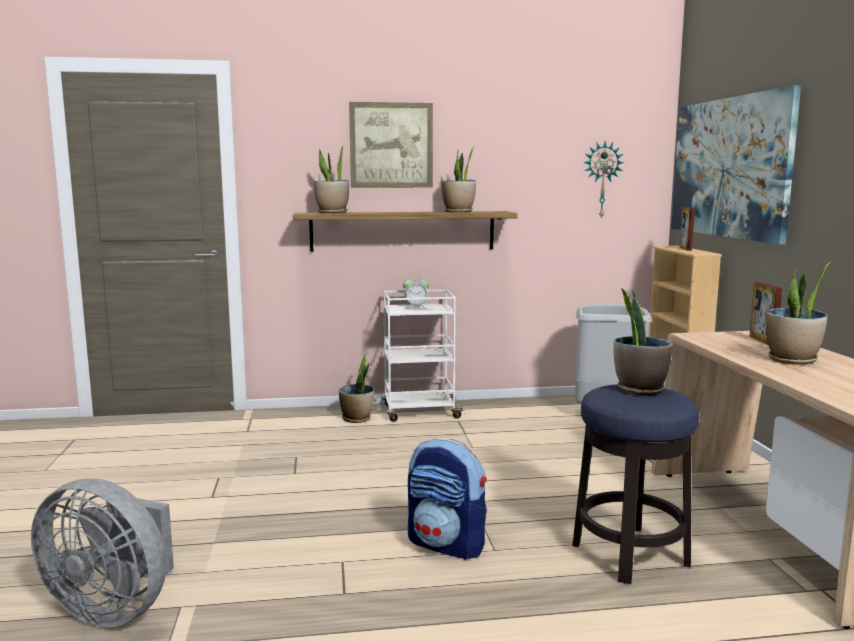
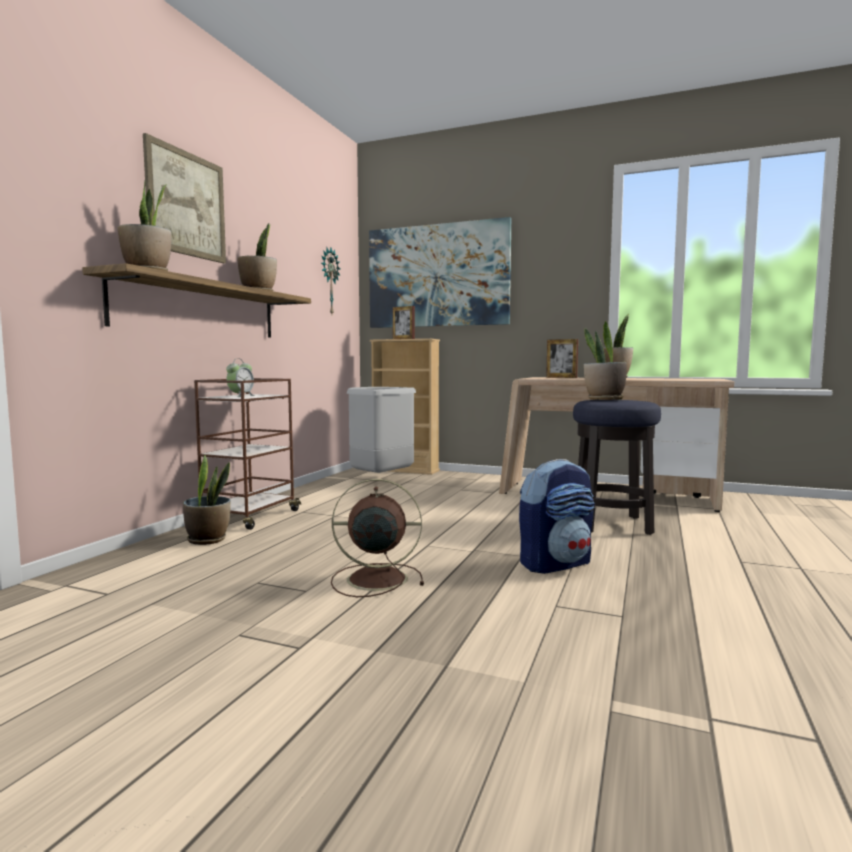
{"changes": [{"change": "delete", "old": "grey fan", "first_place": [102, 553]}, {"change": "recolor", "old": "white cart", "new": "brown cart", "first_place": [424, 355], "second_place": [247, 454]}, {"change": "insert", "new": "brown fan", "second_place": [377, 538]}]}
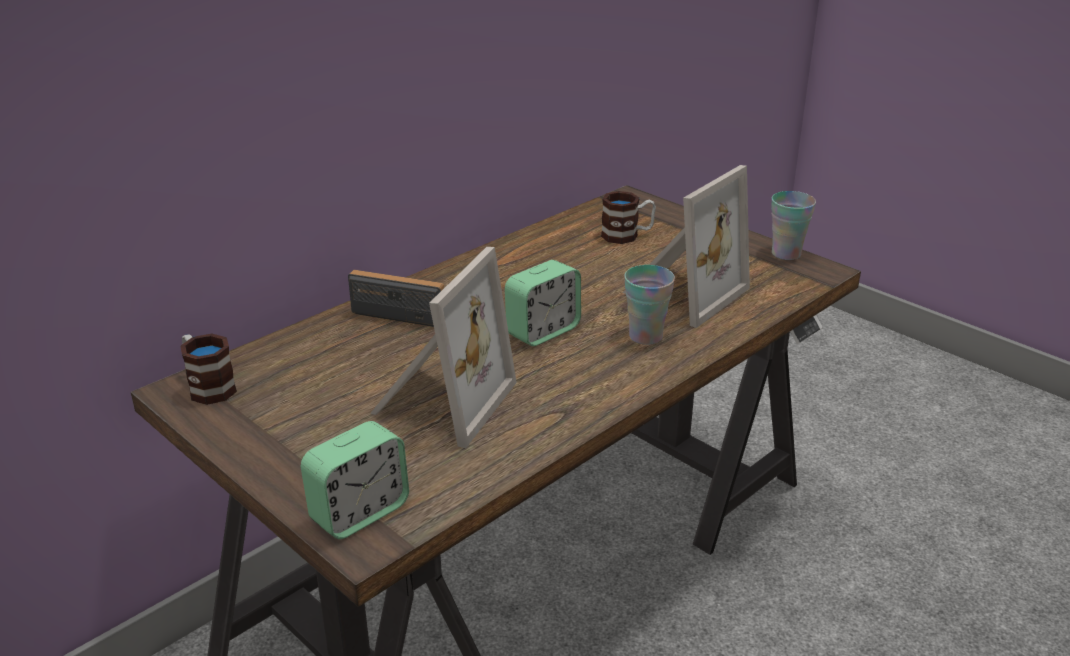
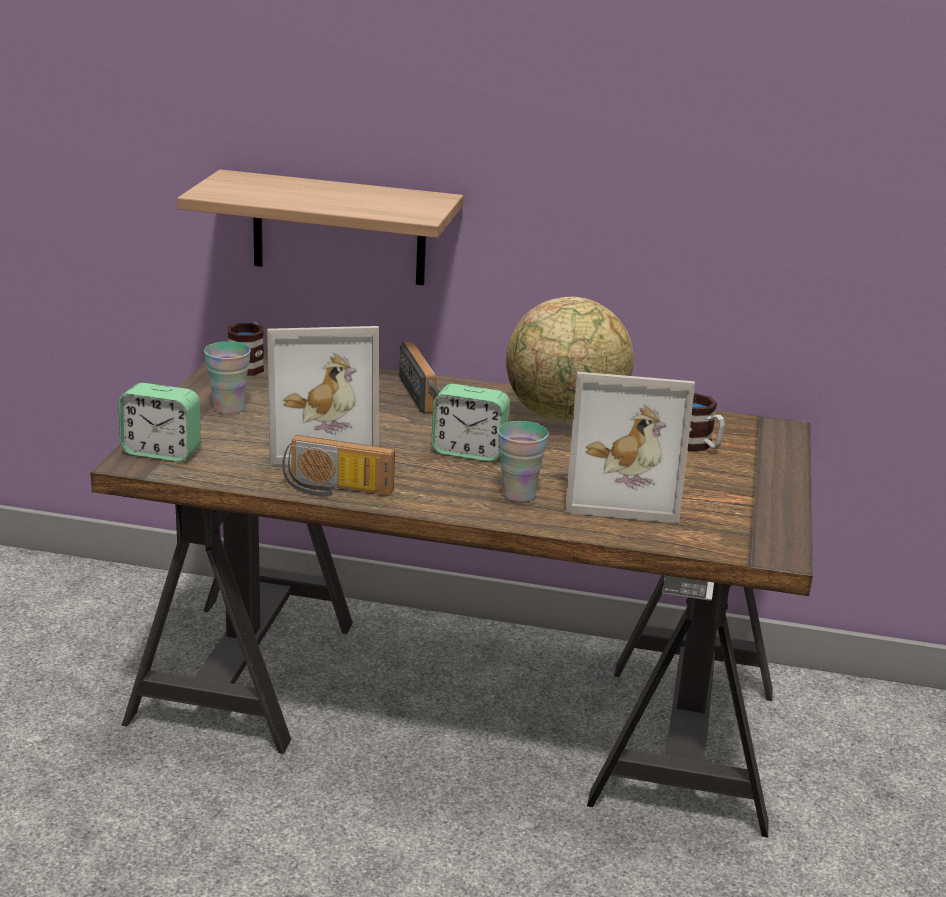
{"changes": [{"change": "move", "old": "cup", "first_place": [793, 225], "second_place": [227, 377]}, {"change": "insert", "new": "shelf", "second_place": [320, 227]}, {"change": "insert", "new": "radio", "second_place": [338, 465]}, {"change": "insert", "new": "globe", "second_place": [570, 360]}]}
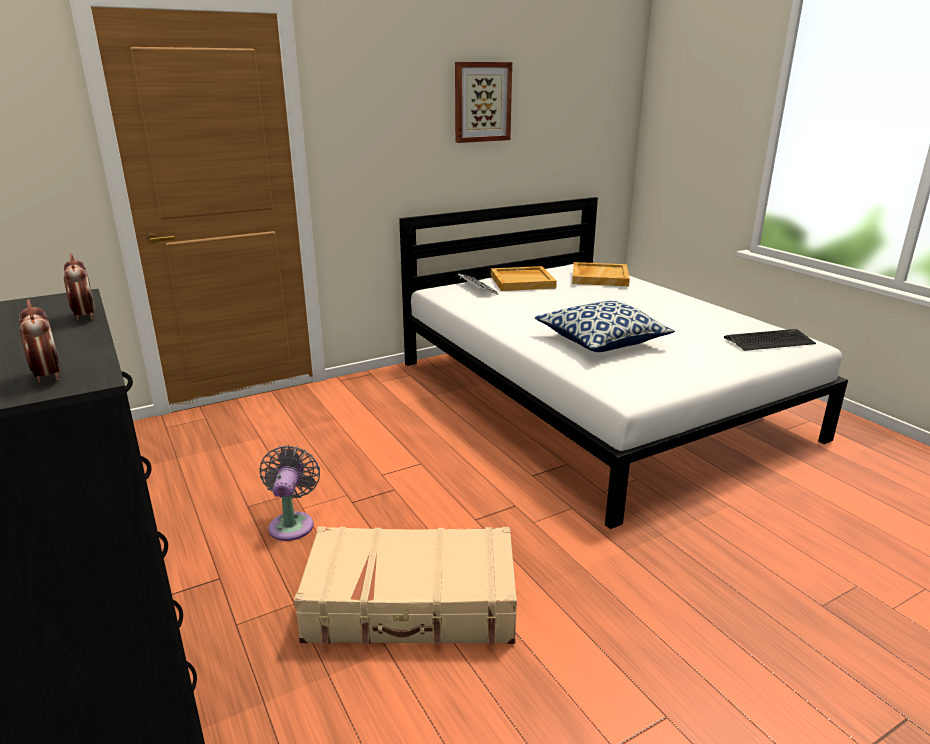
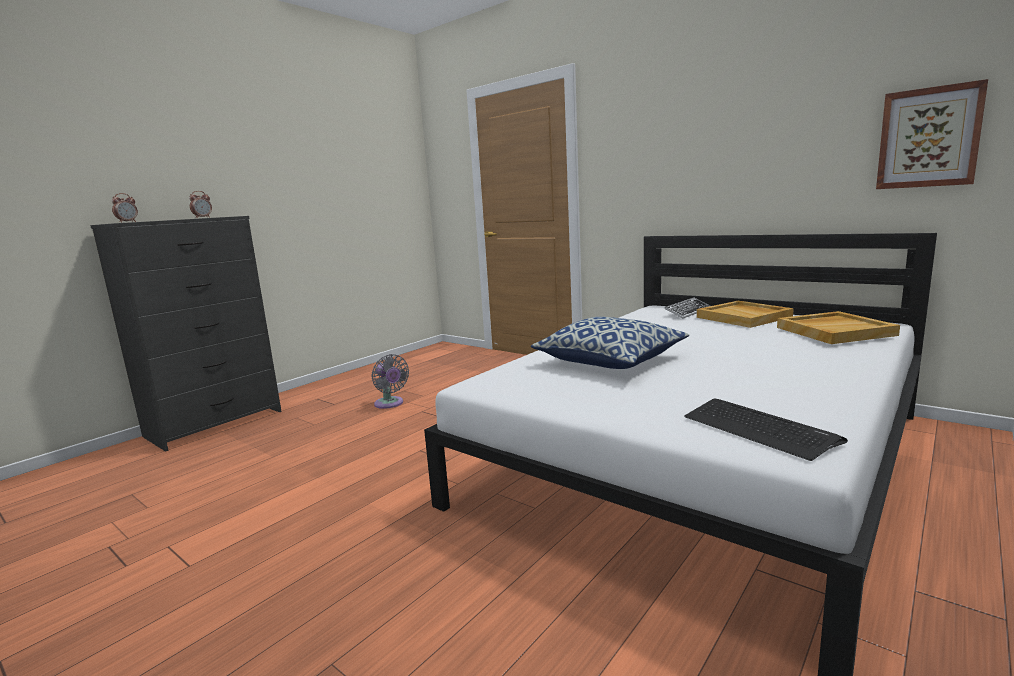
{"changes": [{"change": "rotate", "old": "grey fan", "first_place": [290, 493], "second_place": [390, 381], "degrees": 75}, {"change": "delete", "old": "beige suitcase", "first_place": [405, 585]}, {"change": "move", "old": "picture", "first_place": [483, 102], "second_place": [932, 134]}]}
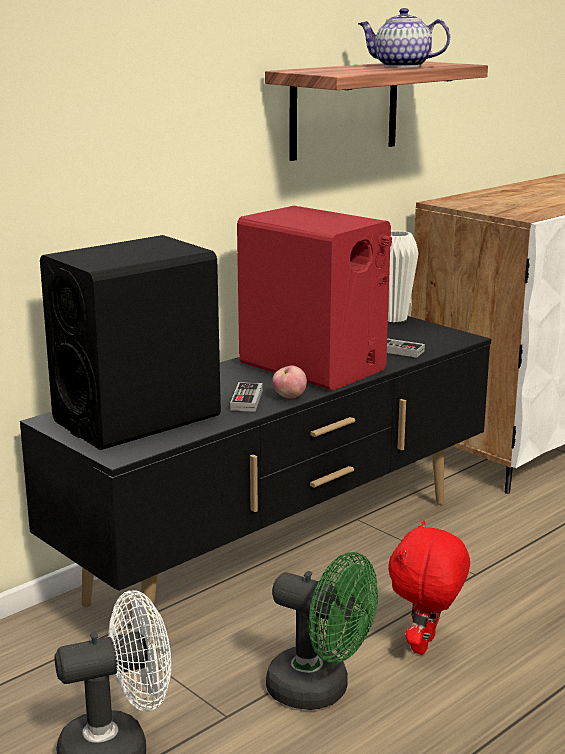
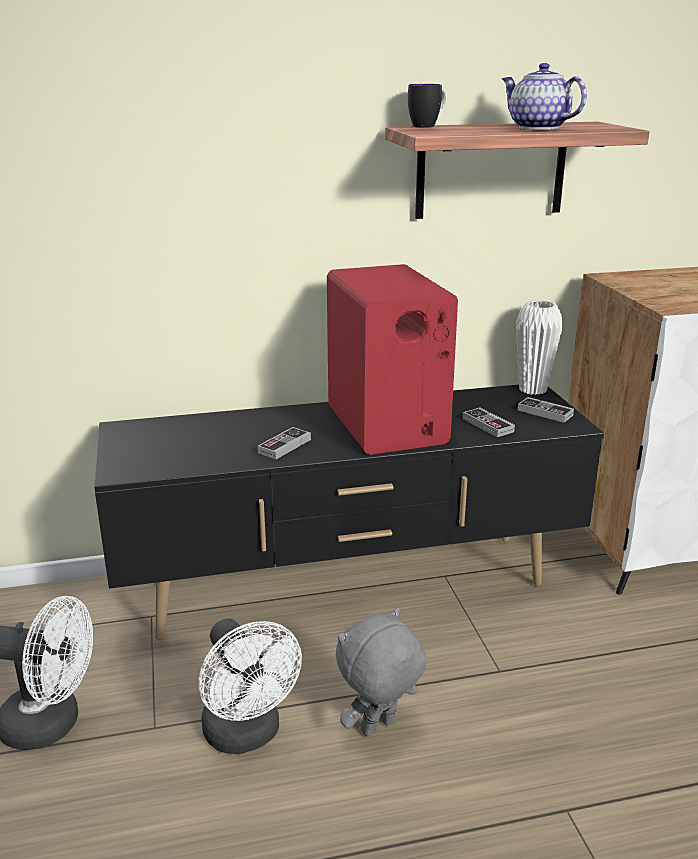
{"changes": [{"change": "delete", "old": "black speaker", "first_place": [130, 342]}, {"change": "recolor", "old": "green fan", "new": "white fan", "first_place": [322, 631], "second_place": [250, 686]}, {"change": "delete", "old": "apple", "first_place": [289, 382]}, {"change": "recolor", "old": "red plush toy", "new": "grey plush toy", "first_place": [429, 587], "second_place": [381, 672]}, {"change": "insert", "new": "mug", "second_place": [427, 106]}, {"change": "insert", "new": "game controller", "second_place": [546, 410]}]}
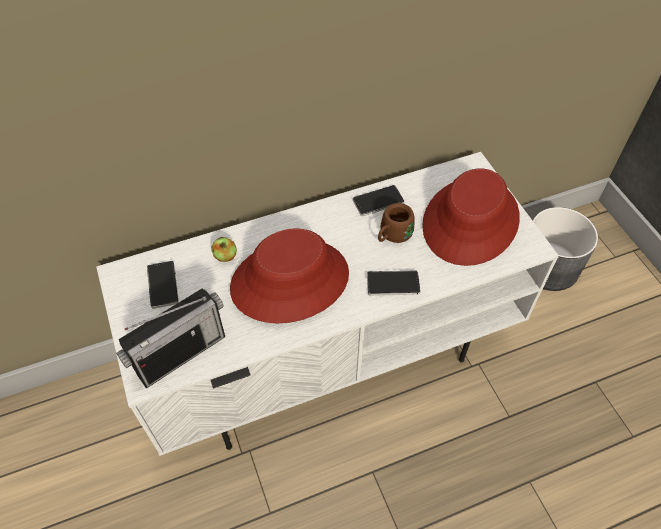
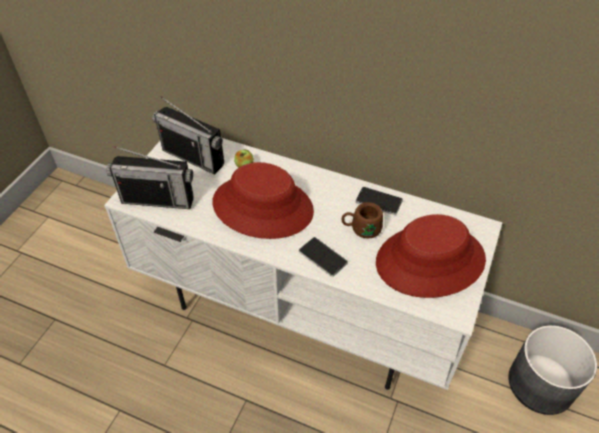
{"changes": [{"change": "replace", "old": "phone", "new": "radio", "first_place": [163, 285], "second_place": [188, 136]}]}
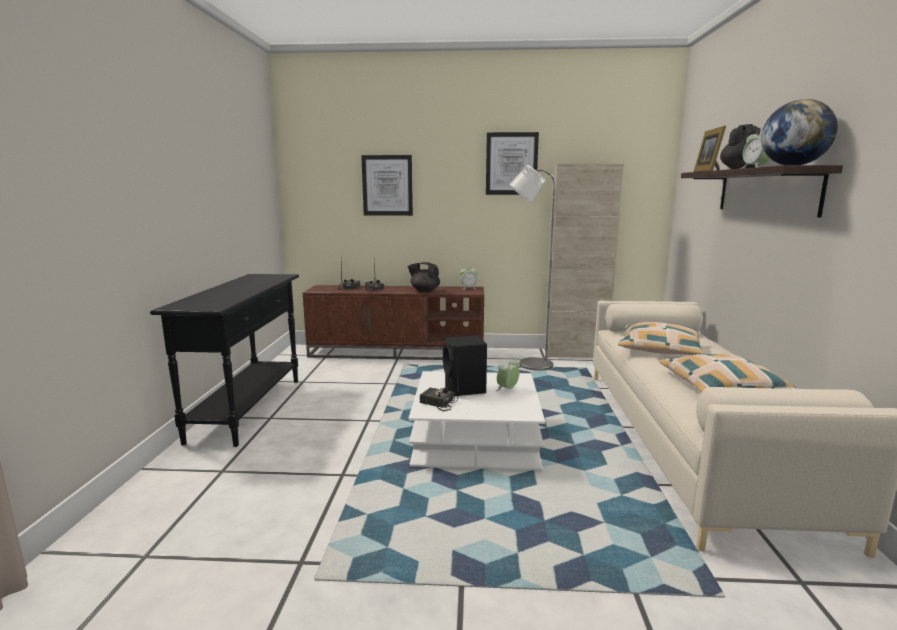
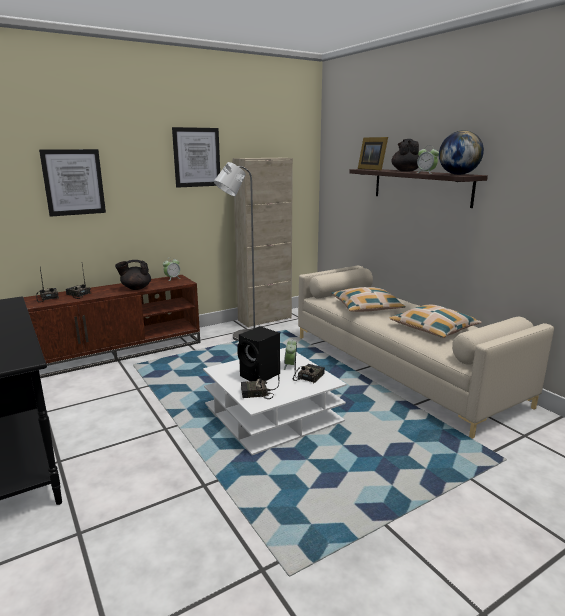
{"changes": [{"change": "insert", "new": "radio", "second_place": [308, 362]}]}
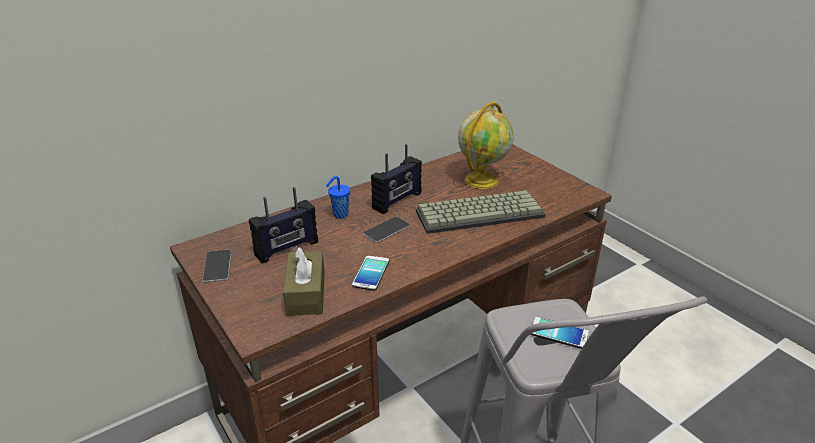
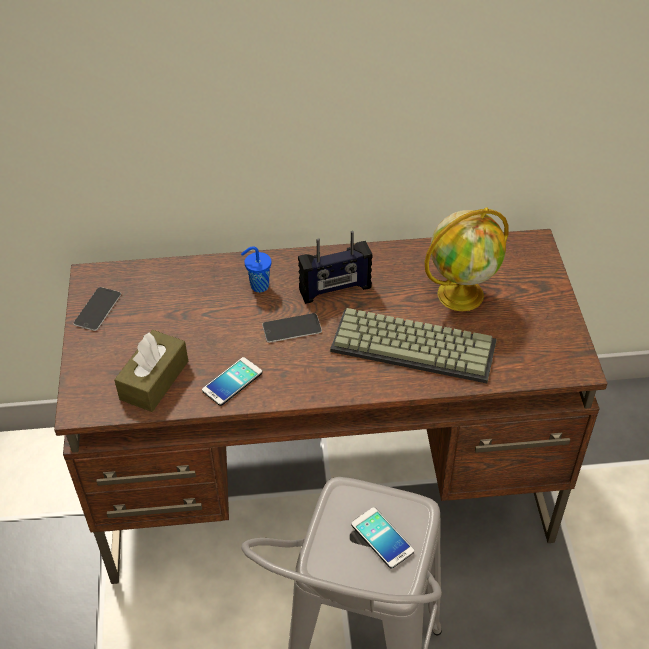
{"changes": [{"change": "delete", "old": "radio", "first_place": [283, 225]}]}
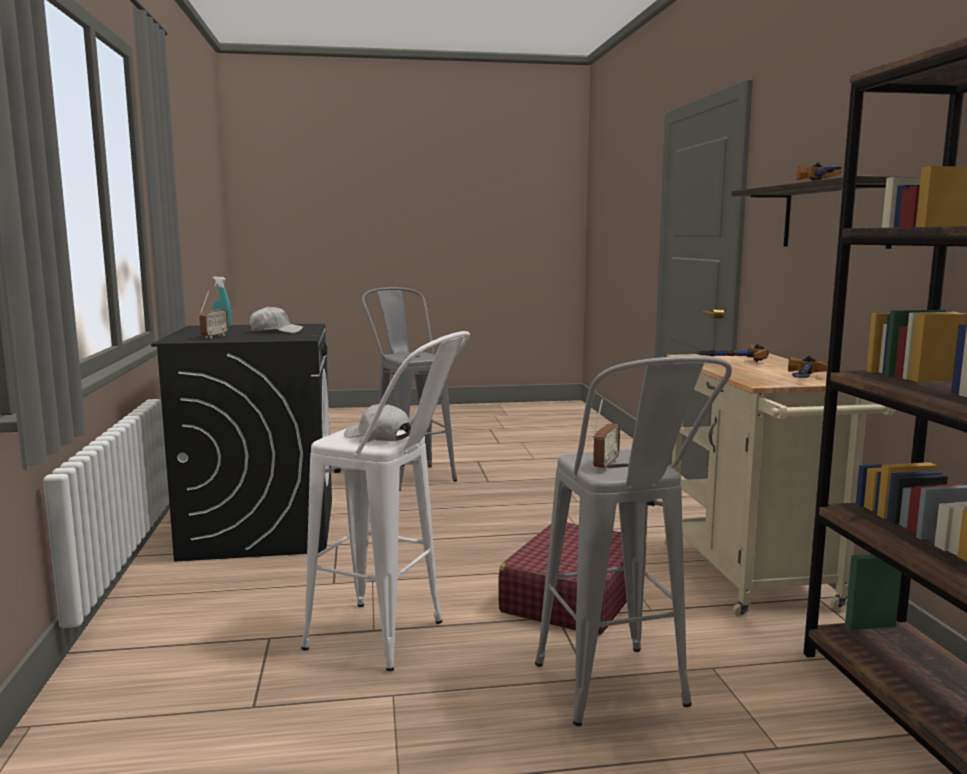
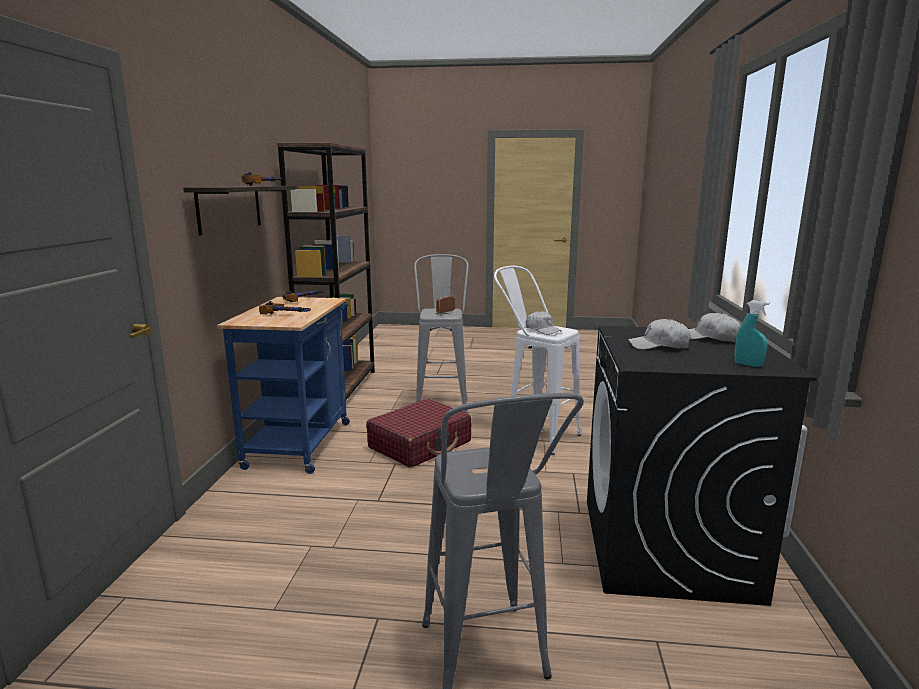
{"changes": [{"change": "replace", "old": "radio", "new": "white cap", "first_place": [213, 314], "second_place": [714, 327]}, {"change": "recolor", "old": "beige cart", "new": "blue cart", "first_place": [780, 486], "second_place": [283, 385]}]}
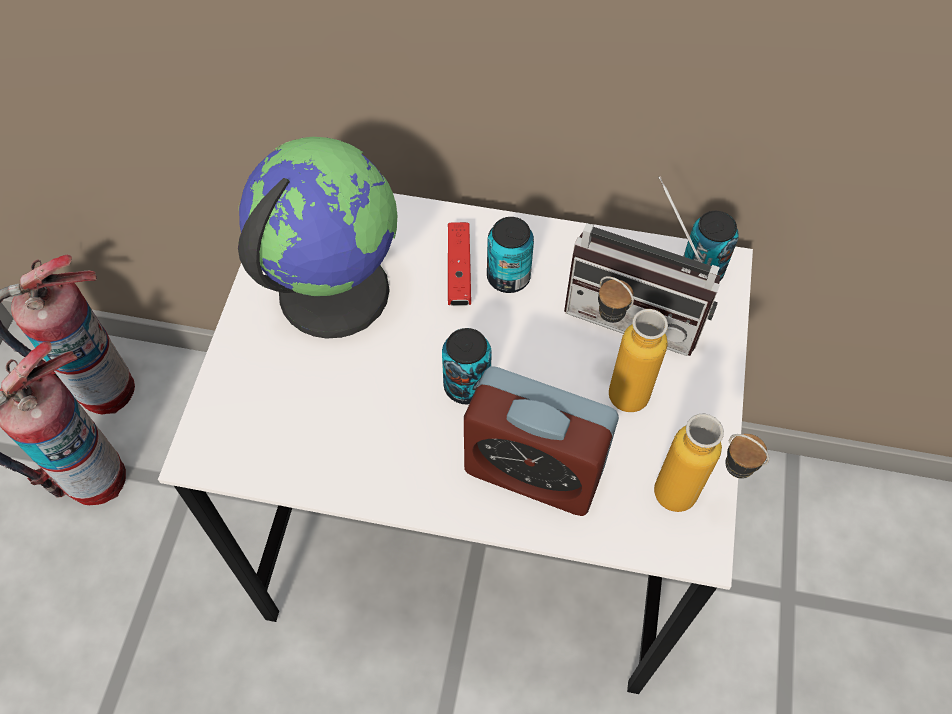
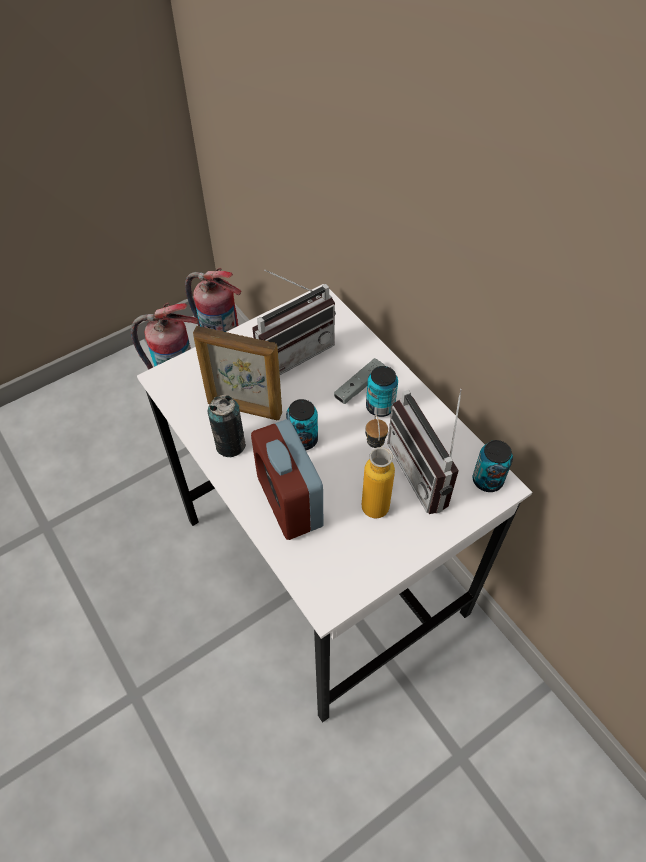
{"changes": [{"change": "replace", "old": "globe", "new": "radio", "first_place": [317, 238], "second_place": [294, 322]}, {"change": "recolor", "old": "red game controller", "new": "grey game controller", "first_place": [459, 264], "second_place": [359, 381]}, {"change": "delete", "old": "bottle", "first_place": [712, 463]}, {"change": "insert", "new": "picture frame", "second_place": [237, 373]}, {"change": "insert", "new": "can", "second_place": [227, 426]}]}
